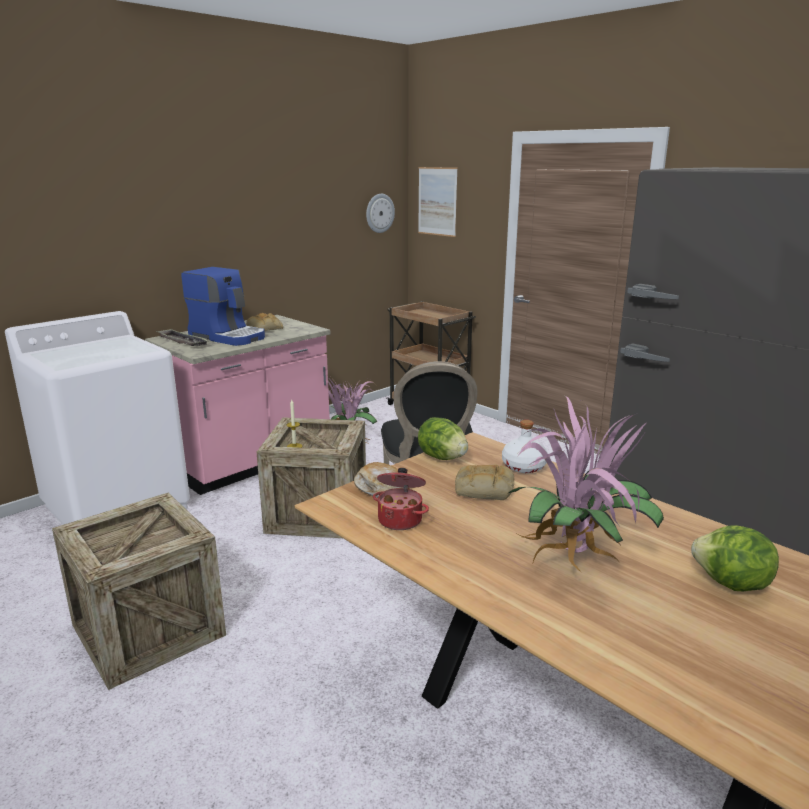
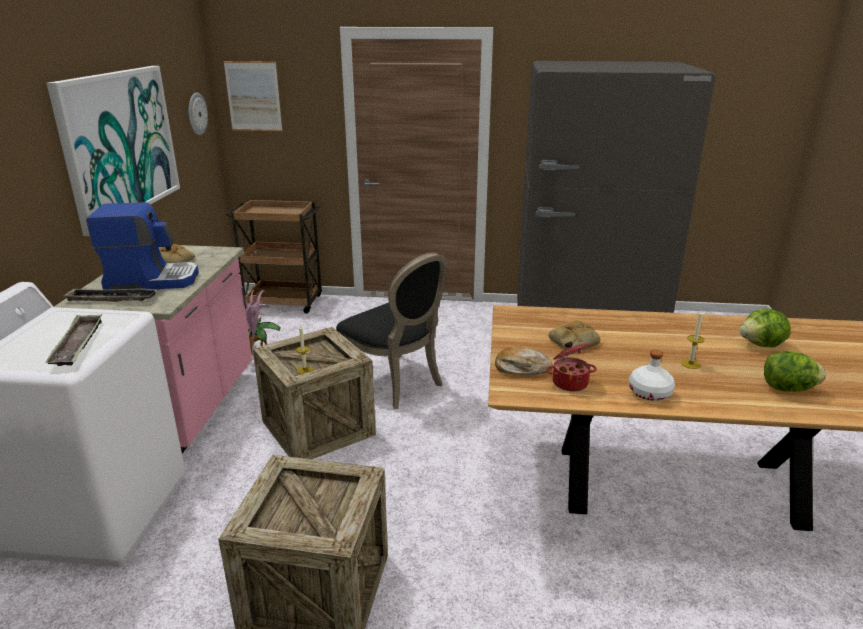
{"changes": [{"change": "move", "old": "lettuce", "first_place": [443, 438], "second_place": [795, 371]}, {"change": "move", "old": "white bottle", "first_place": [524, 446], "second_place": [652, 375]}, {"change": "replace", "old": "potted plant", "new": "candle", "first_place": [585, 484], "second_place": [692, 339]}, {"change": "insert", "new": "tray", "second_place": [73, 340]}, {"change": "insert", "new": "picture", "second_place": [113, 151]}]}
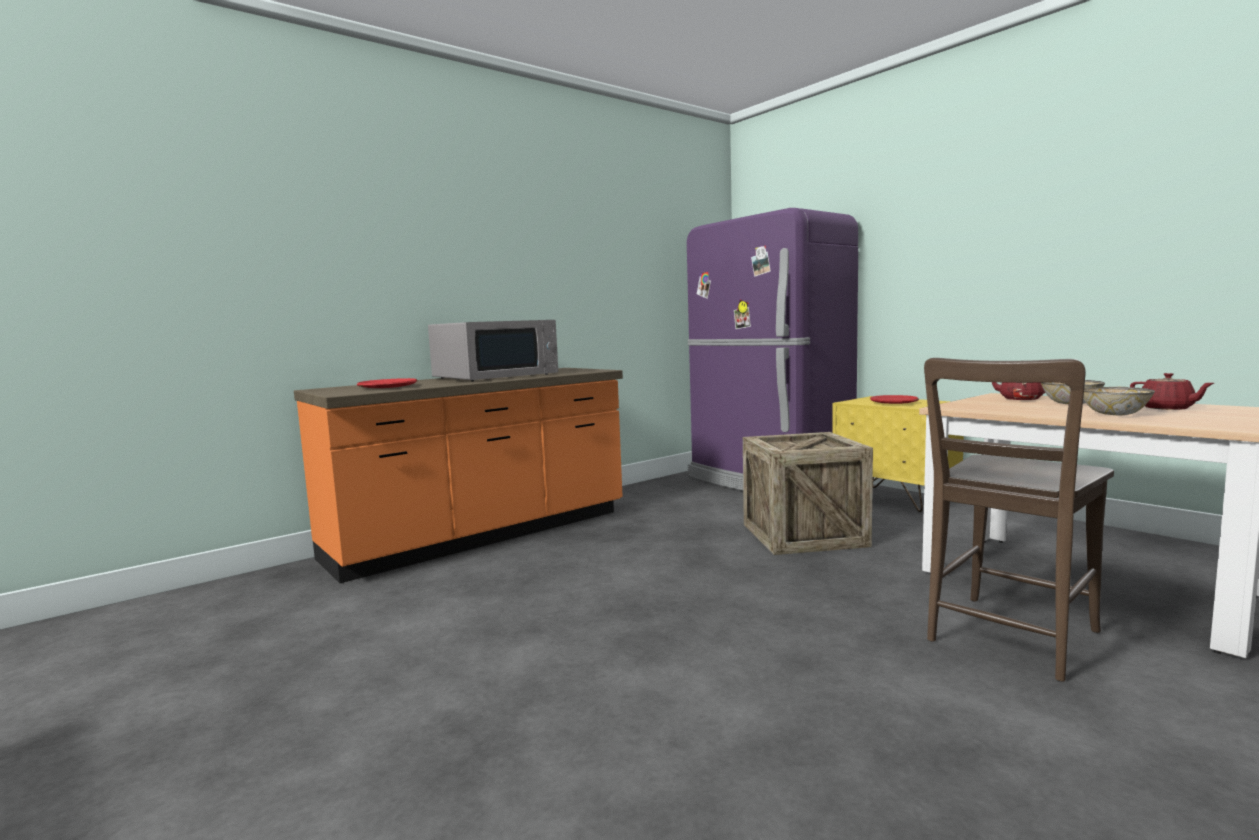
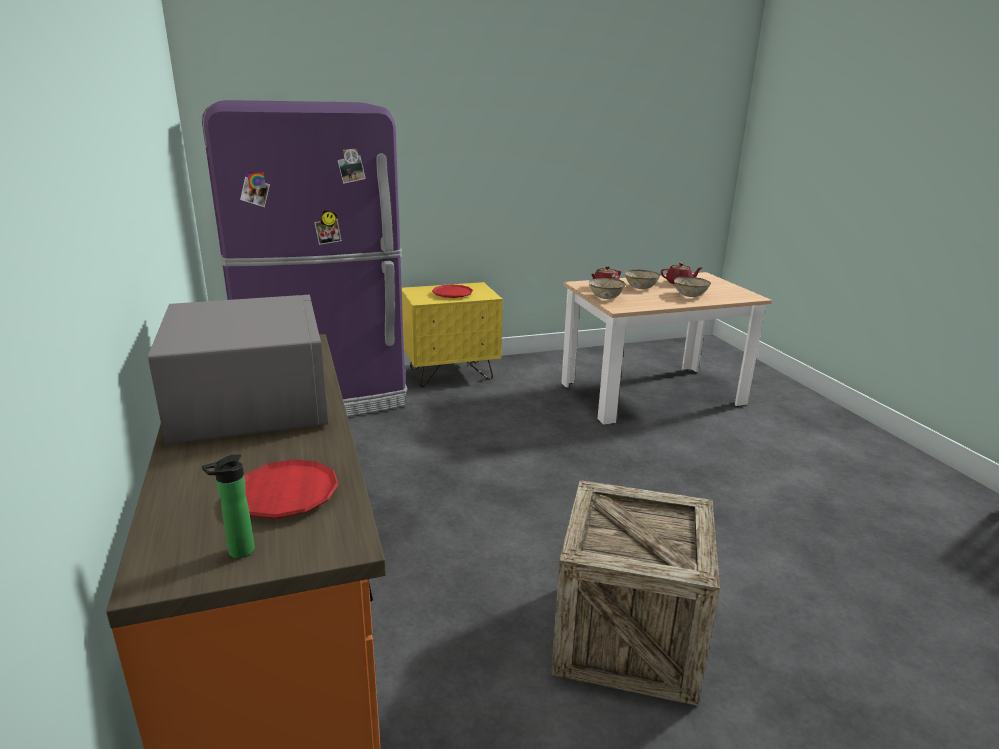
{"changes": [{"change": "move", "old": "crate", "first_place": [808, 493], "second_place": [635, 593]}, {"change": "delete", "old": "brown chair", "first_place": [1019, 520]}, {"change": "insert", "new": "bottle", "second_place": [228, 506]}, {"change": "insert", "new": "bowl", "second_place": [607, 288]}]}
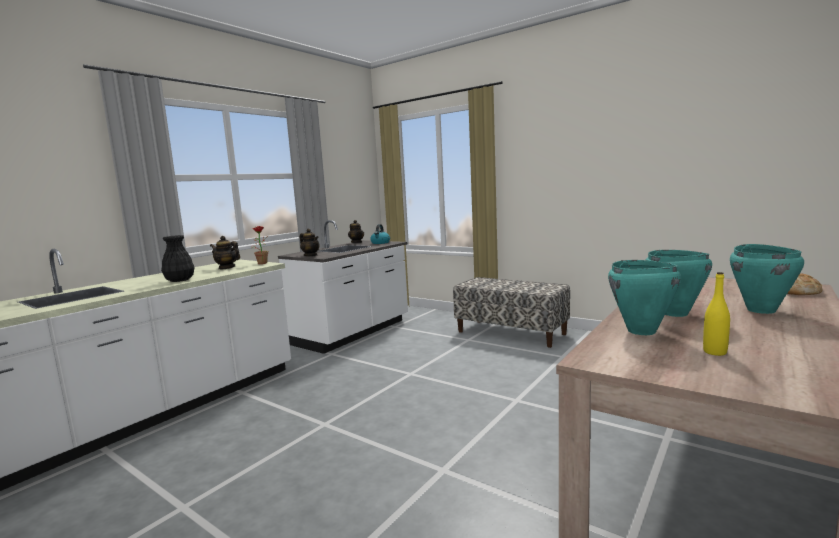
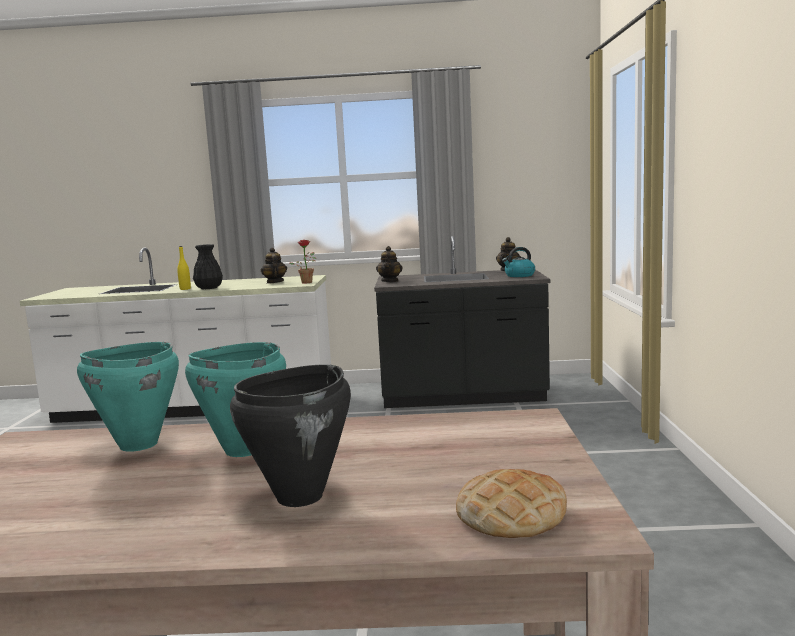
{"changes": [{"change": "recolor", "old": "white counter", "new": "black counter", "first_place": [343, 287], "second_place": [462, 322]}, {"change": "delete", "old": "bench", "first_place": [511, 312]}, {"change": "move", "old": "yellow bottle", "first_place": [716, 314], "second_place": [184, 268]}, {"change": "recolor", "old": "turquoise cooking pot", "new": "black cooking pot", "first_place": [767, 279], "second_place": [290, 436]}]}
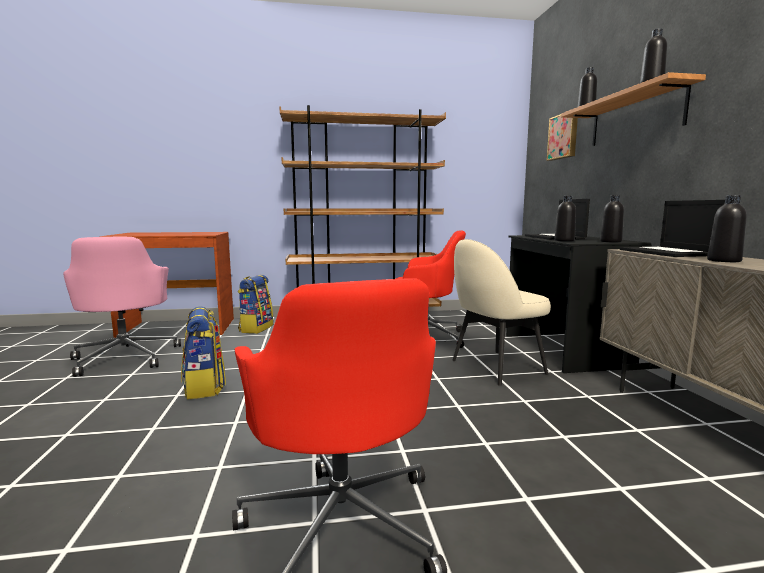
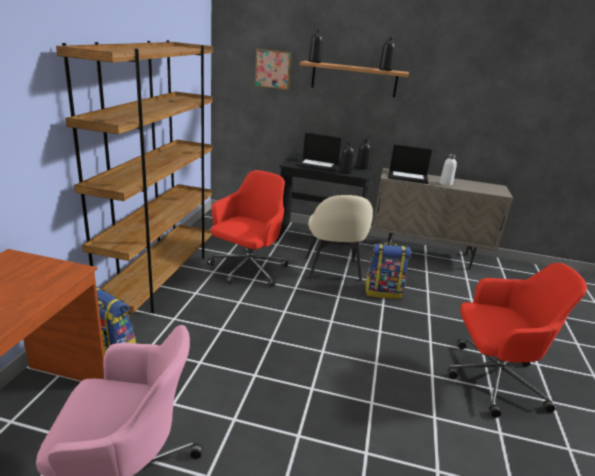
{"changes": [{"change": "move", "old": "backpack", "first_place": [203, 353], "second_place": [388, 271]}, {"change": "recolor", "old": "black bottle", "new": "white bottle", "first_place": [727, 228], "second_place": [448, 170]}]}
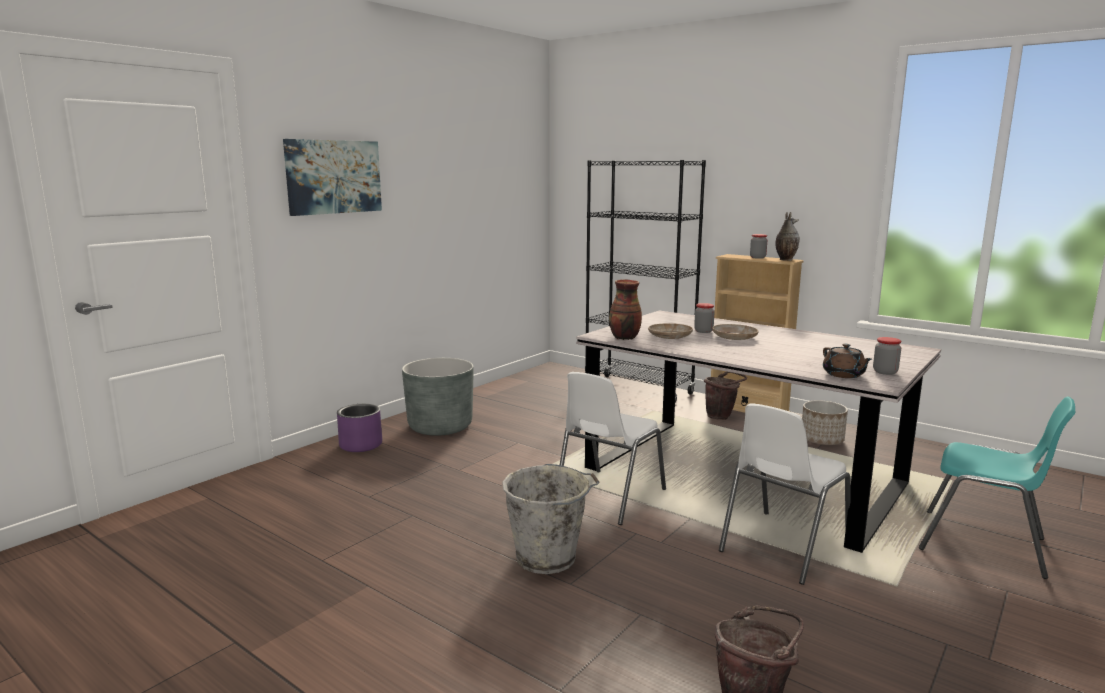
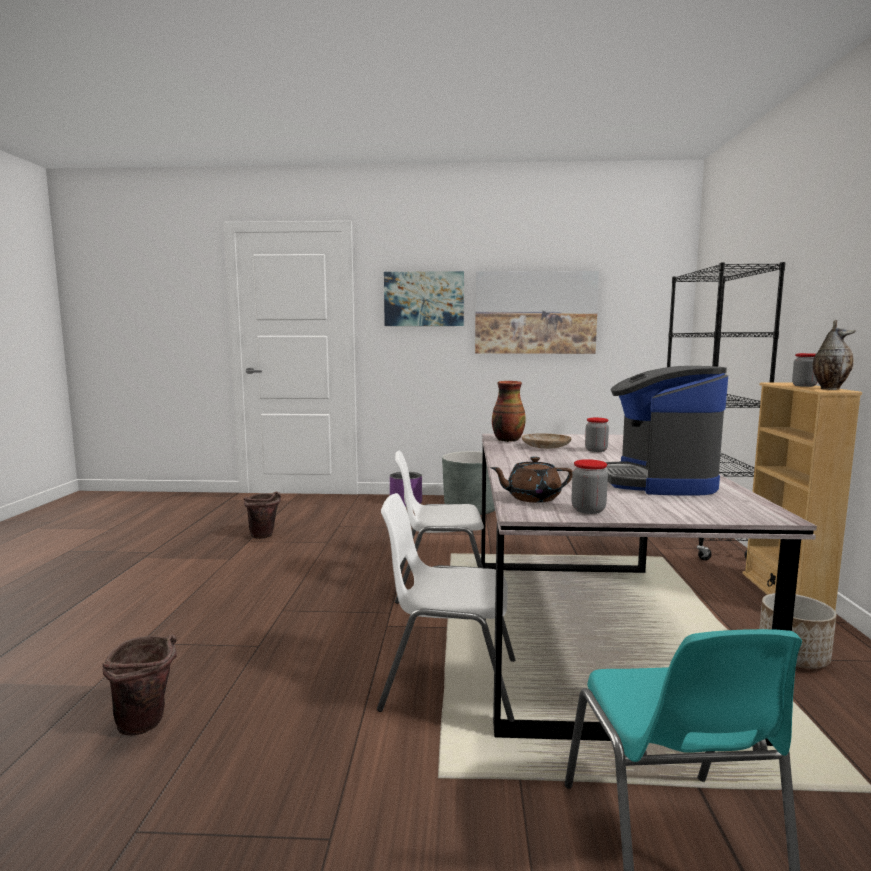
{"changes": [{"change": "delete", "old": "grey bucket", "first_place": [551, 519]}, {"change": "move", "old": "brown bucket", "first_place": [725, 396], "second_place": [262, 515]}, {"change": "delete", "old": "beige plate", "first_place": [735, 332]}, {"change": "rotate", "old": "brown teapot", "first_place": [847, 361], "second_place": [531, 480], "degrees": 45}, {"change": "insert", "new": "picture", "second_place": [537, 312]}, {"change": "insert", "new": "coffee machine", "second_place": [666, 431]}]}
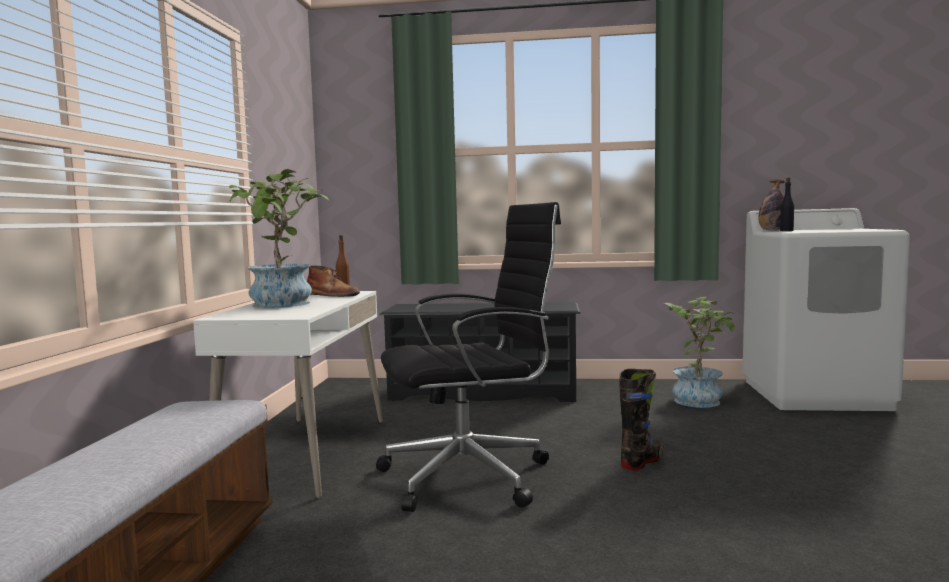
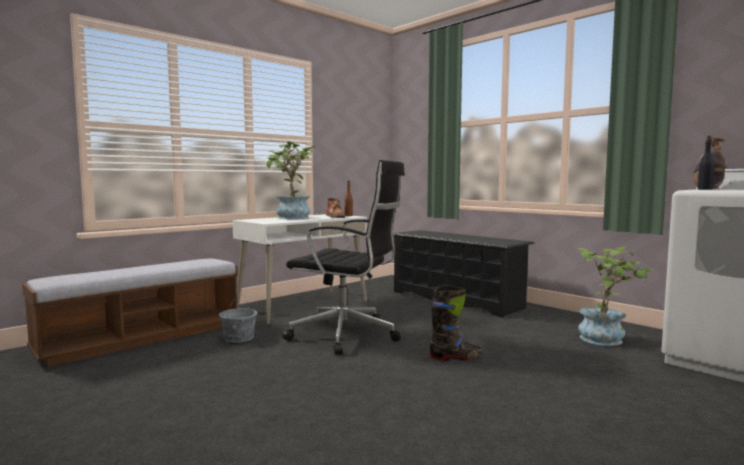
{"changes": [{"change": "insert", "new": "grey bucket", "second_place": [238, 318]}]}
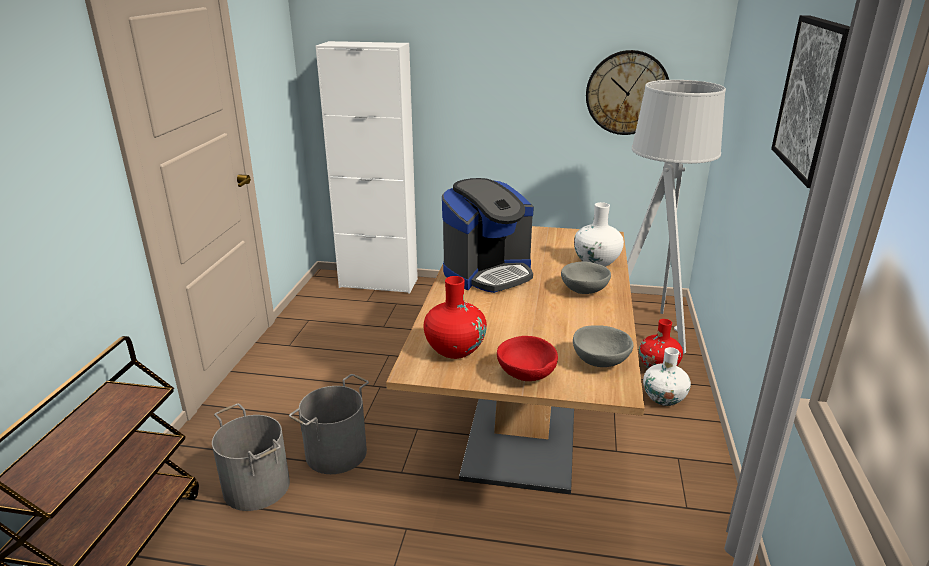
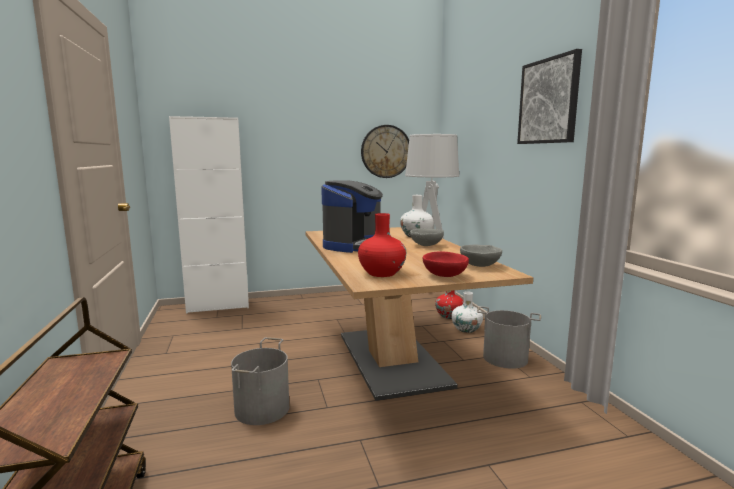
{"changes": [{"change": "move", "old": "grey bucket", "first_place": [251, 457], "second_place": [509, 337]}]}
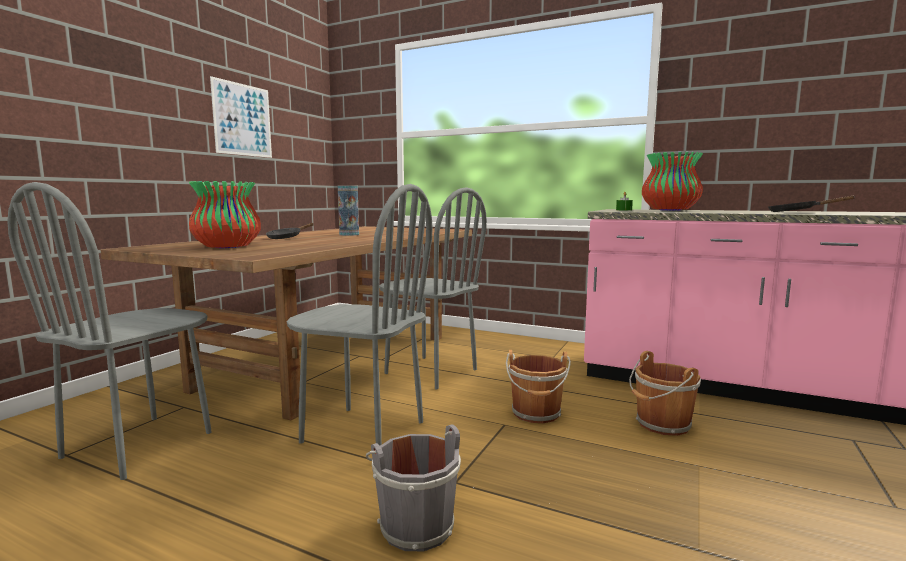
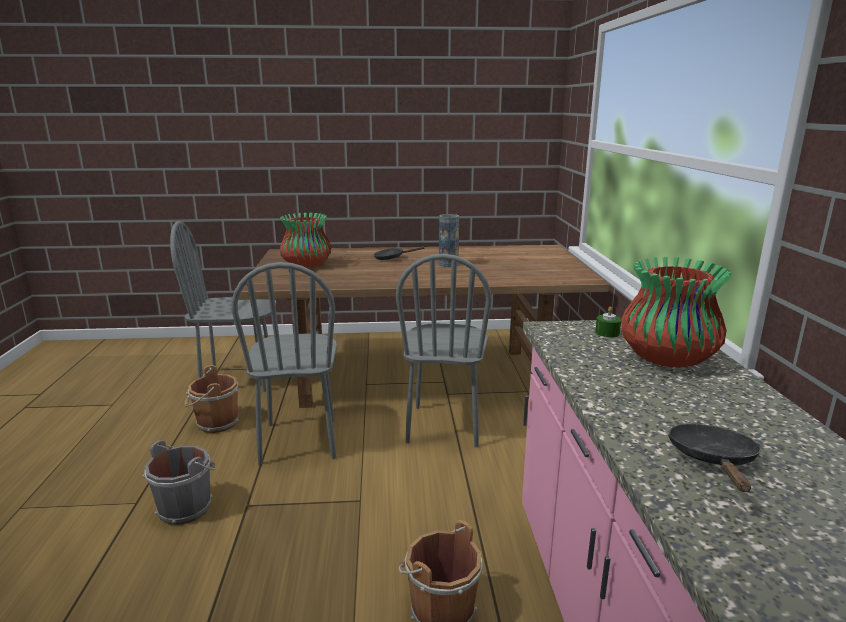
{"changes": [{"change": "delete", "old": "picture", "first_place": [241, 117]}, {"change": "move", "old": "brown bucket", "first_place": [538, 386], "second_place": [212, 399]}]}
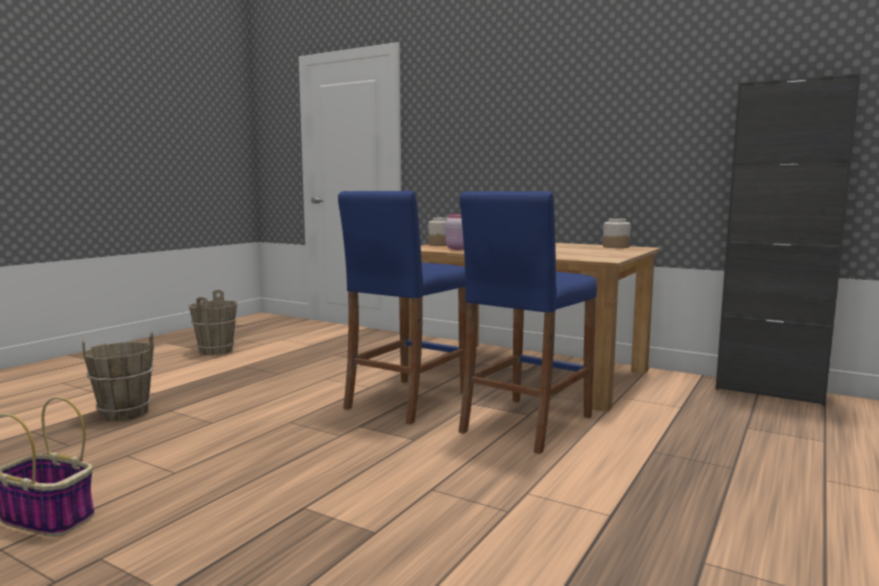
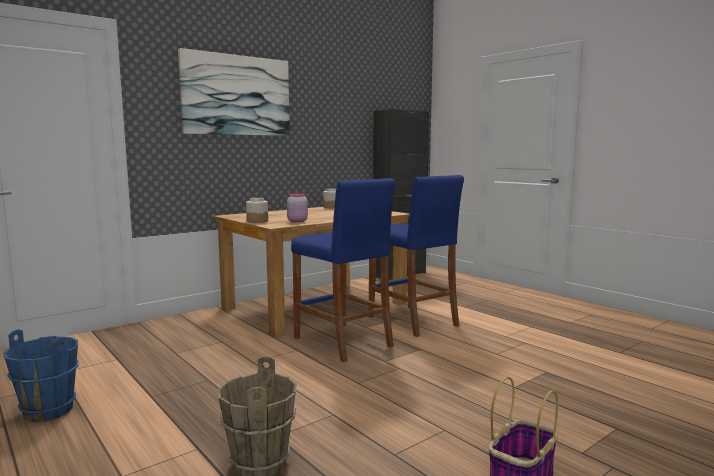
{"changes": [{"change": "recolor", "old": "brown bucket", "new": "blue bucket", "first_place": [213, 322], "second_place": [41, 375]}, {"change": "insert", "new": "picture", "second_place": [234, 92]}]}
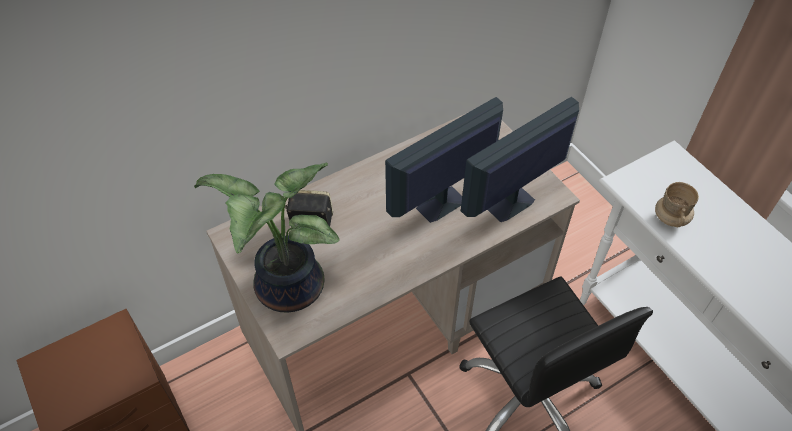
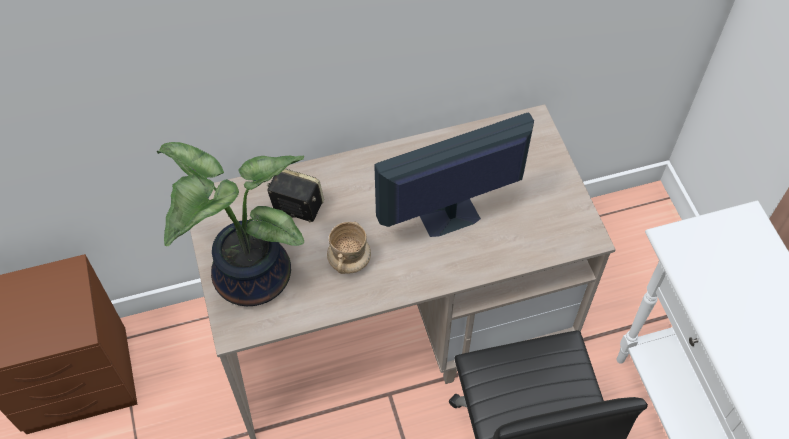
{"changes": [{"change": "delete", "old": "monitor", "first_place": [520, 159]}, {"change": "move", "old": "beige mug", "first_place": [677, 205], "second_place": [349, 248]}]}
